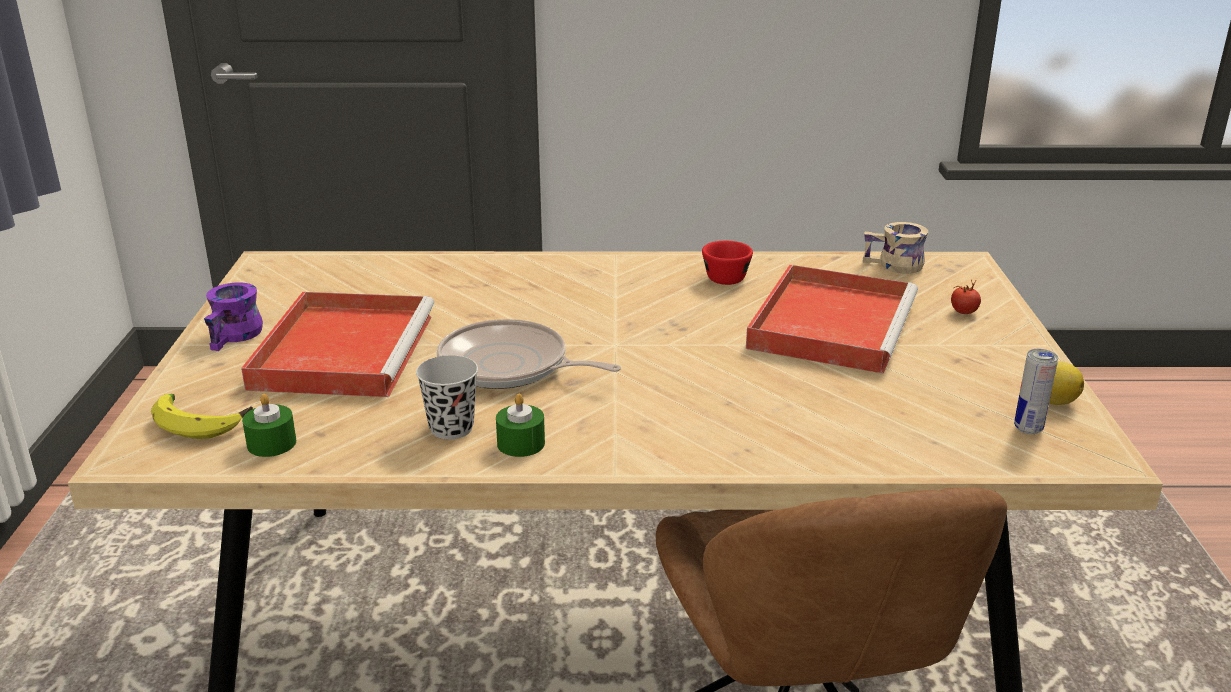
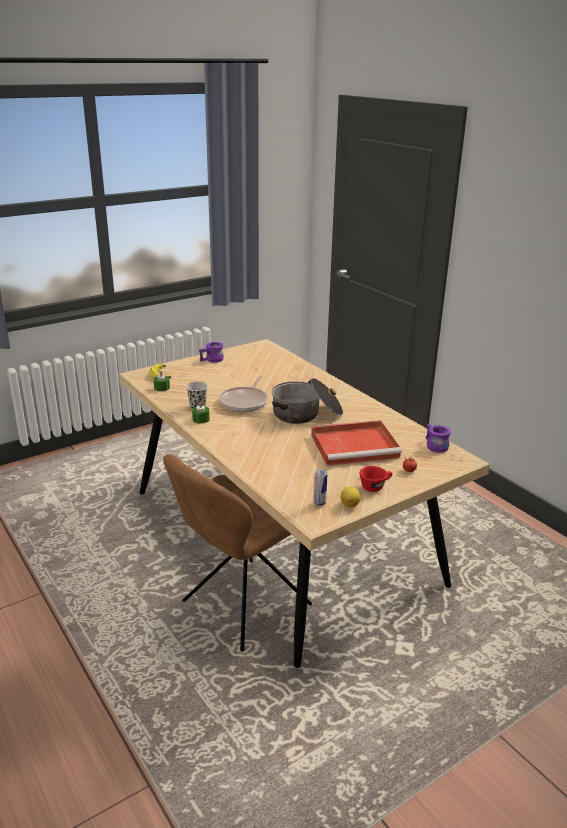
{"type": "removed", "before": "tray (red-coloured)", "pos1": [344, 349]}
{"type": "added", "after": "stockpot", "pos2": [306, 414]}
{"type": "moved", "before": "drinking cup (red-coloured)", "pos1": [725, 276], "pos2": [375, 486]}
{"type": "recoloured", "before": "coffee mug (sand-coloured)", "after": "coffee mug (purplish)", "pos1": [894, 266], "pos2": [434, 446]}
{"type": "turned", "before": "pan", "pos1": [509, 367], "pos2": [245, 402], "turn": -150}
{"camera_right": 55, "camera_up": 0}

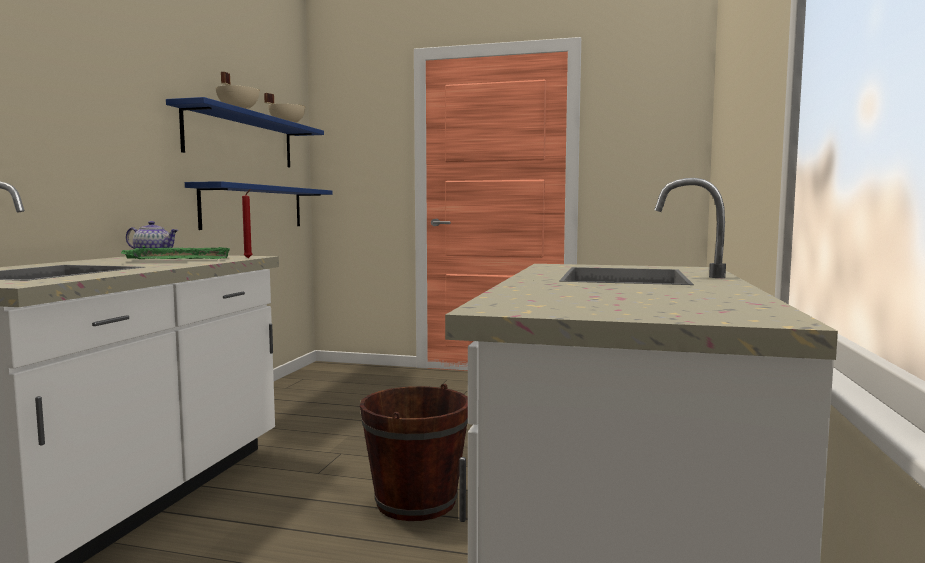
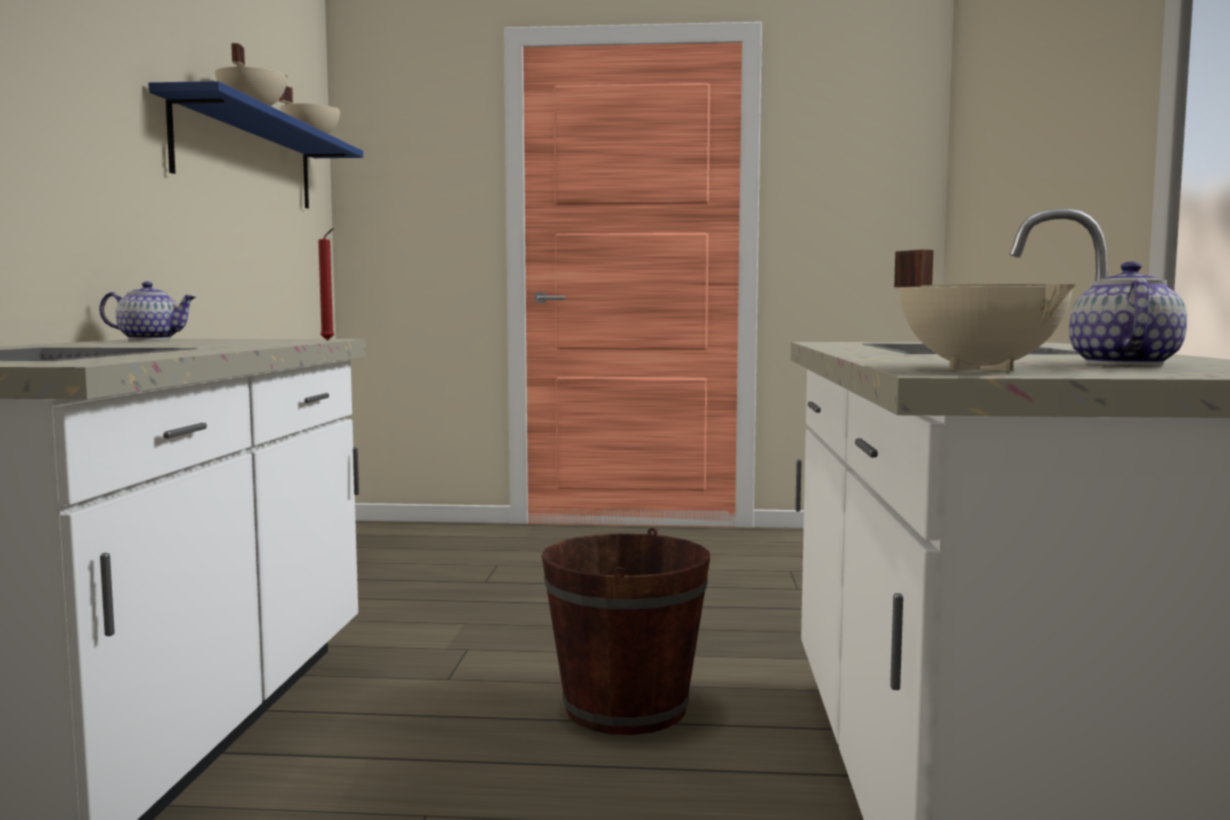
{"type": "removed", "before": "tray (greenish)", "pos1": [179, 259]}
{"type": "removed", "before": "wall shelf (bluish)", "pos1": [254, 207]}
{"type": "added", "after": "stockpot (sand-coloured)", "pos2": [981, 368]}
{"type": "added", "after": "pot for tea", "pos2": [1120, 364]}
{"camera_right": -10, "camera_up": 0}

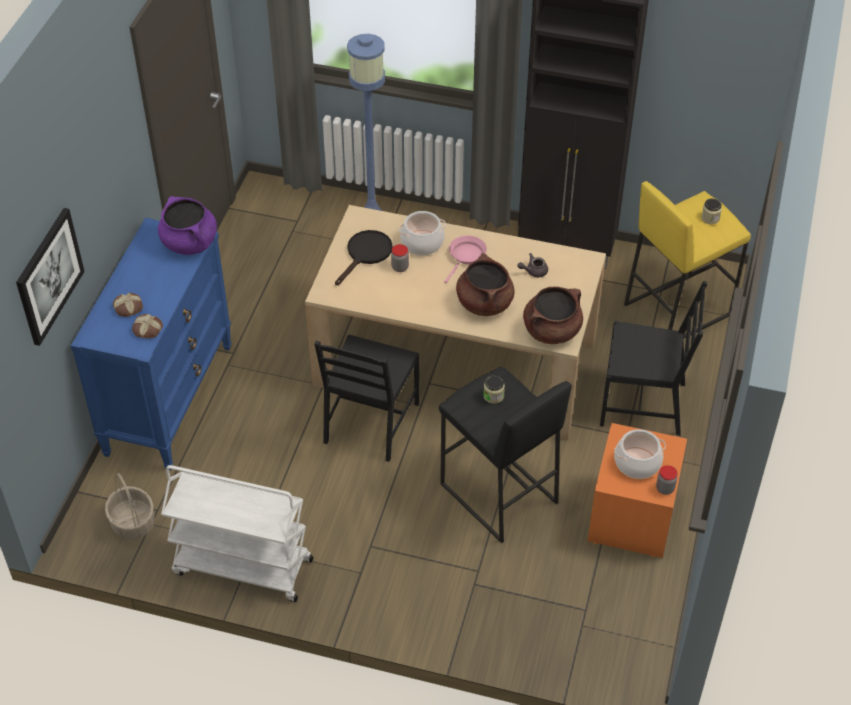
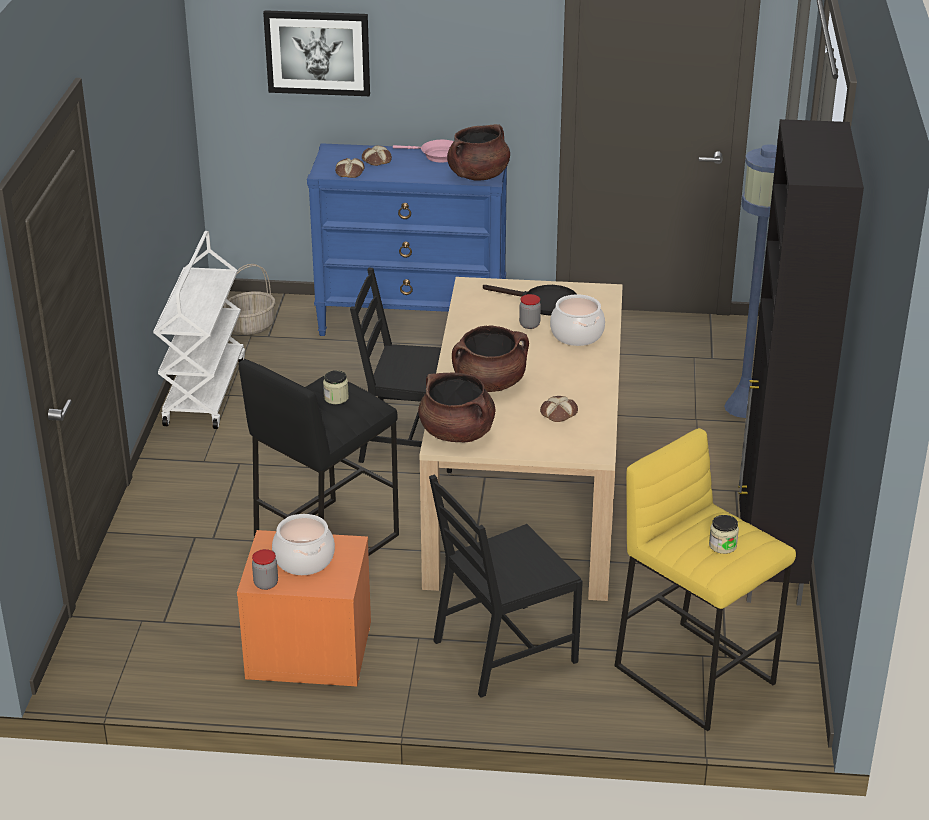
{"type": "moved", "before": "pan (pink)", "pos1": [466, 257], "pos2": [437, 155]}
{"type": "replaced", "before": "pot for tea (gray)", "after": "baked bread", "pos1": [533, 271], "pos2": [558, 413]}
{"type": "recoloured", "before": "stockpot (purplish)", "after": "stockpot (brown-coloured)", "pos1": [190, 243], "pos2": [478, 175]}
{"type": "turned", "before": "upright chair (blackish)", "pos1": [643, 403], "pos2": [503, 651], "turn": 60}
{"camera_right": 80, "camera_up": -15}

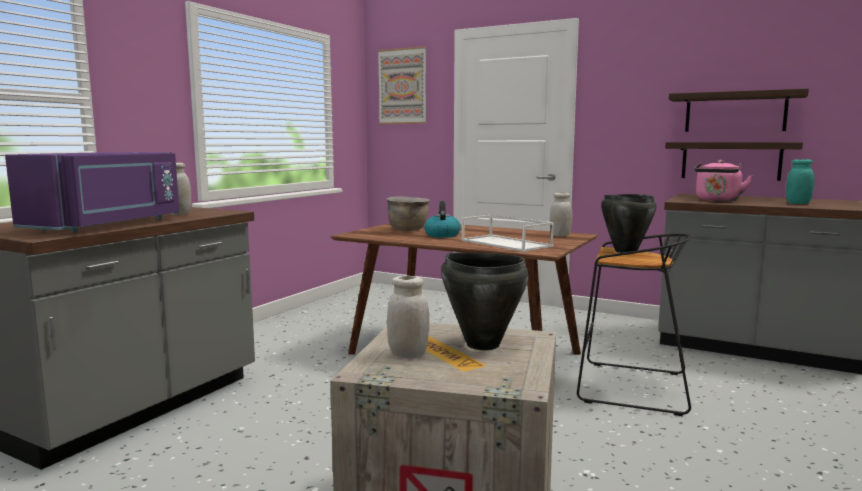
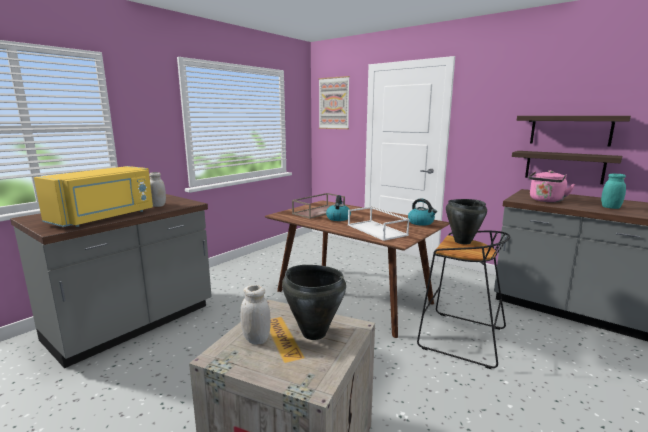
{"type": "replaced", "before": "stockpot (brown-coloured)", "after": "tray (brown-coloured)", "pos1": [408, 230], "pos2": [319, 211]}
{"type": "replaced", "before": "preserve jar (white)", "after": "water kettle", "pos1": [560, 235], "pos2": [421, 222]}
{"type": "recoloured", "before": "kitchen microwave (purplish)", "after": "kitchen microwave (yellow-coloured)", "pos1": [108, 225], "pos2": [105, 217]}
{"camera_right": 10, "camera_up": 5}

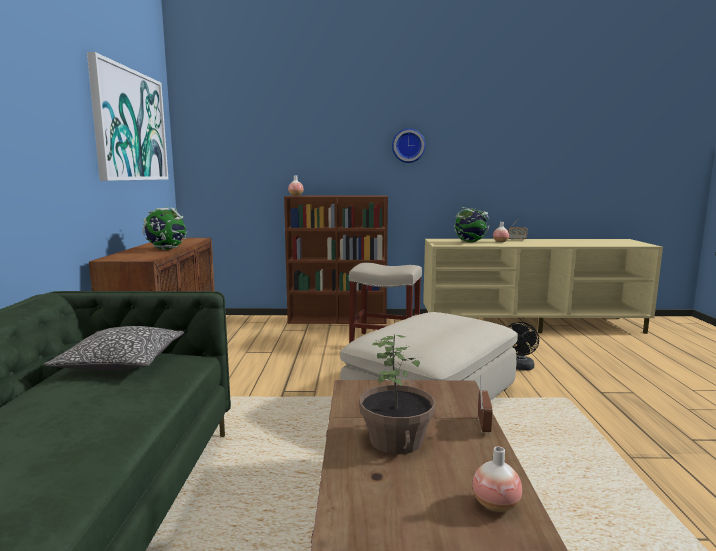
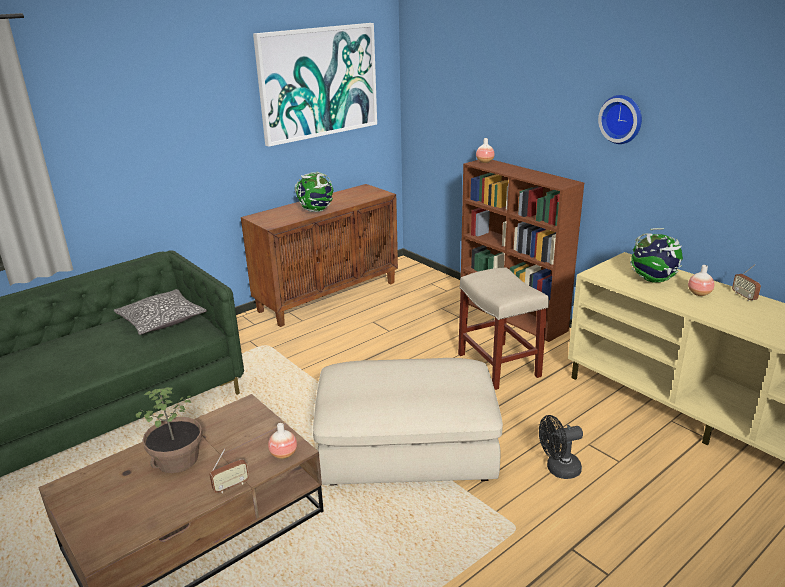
{"type": "moved", "before": "decorative vase", "pos1": [495, 505], "pos2": [283, 454]}
{"camera_right": 50, "camera_up": 15}

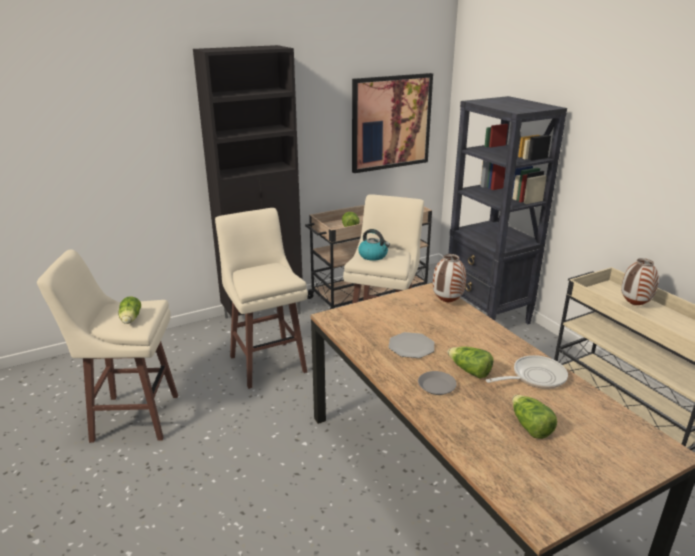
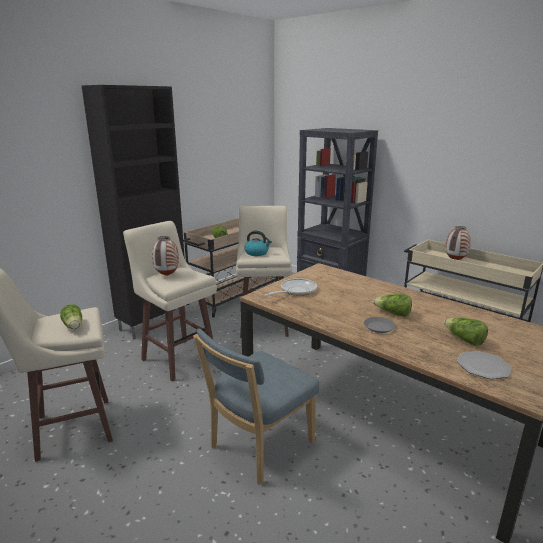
{"type": "removed", "before": "picture", "pos1": [391, 122]}
{"type": "added", "after": "upright chair (bluish)", "pos2": [258, 447]}
{"type": "moved", "before": "flat dish", "pos1": [411, 346], "pos2": [483, 366]}
{"type": "moved", "before": "decorative vase", "pos1": [447, 302], "pos2": [167, 275]}
{"type": "moved", "before": "pan", "pos1": [534, 377], "pos2": [295, 291]}
{"camera_right": -20, "camera_up": -5}

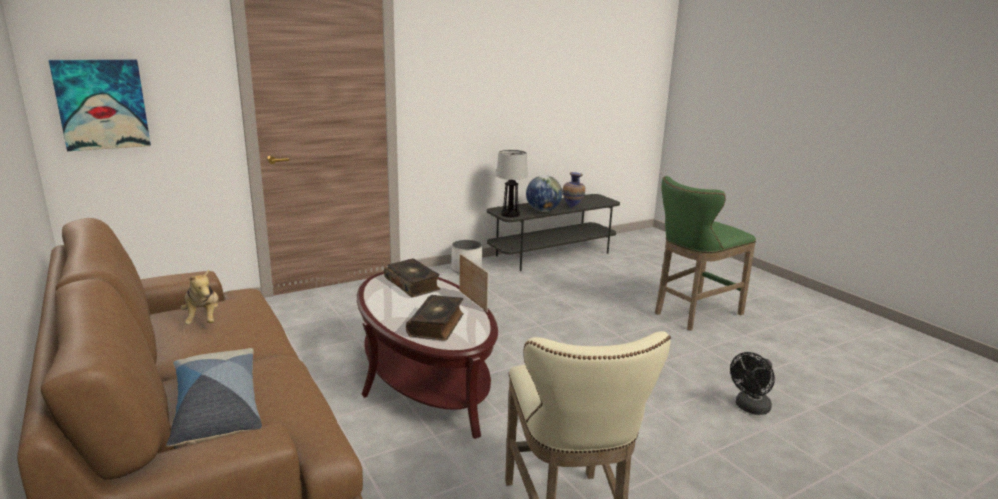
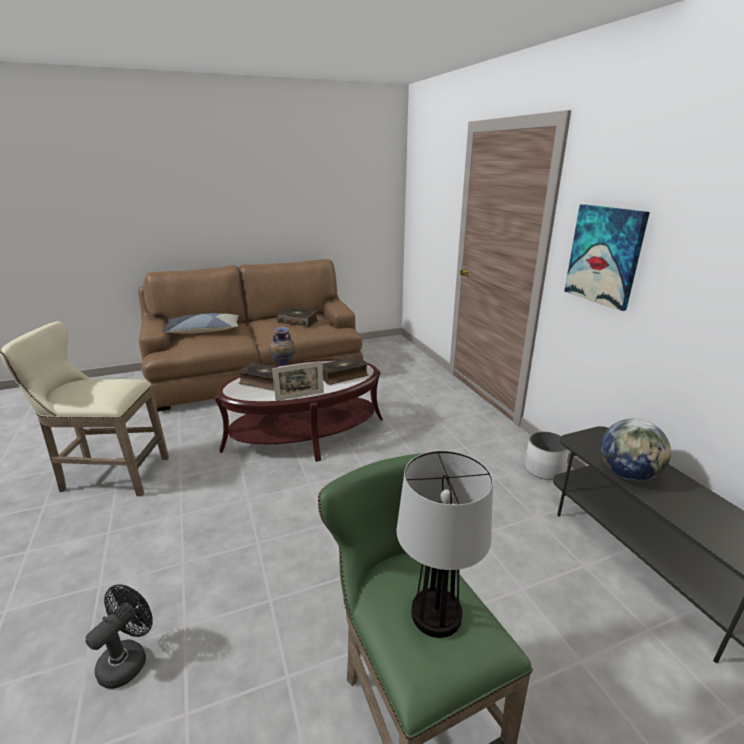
{"type": "moved", "before": "picture", "pos1": [102, 104], "pos2": [604, 255]}
{"type": "moved", "before": "table lamp", "pos1": [510, 215], "pos2": [435, 614]}
{"type": "moved", "before": "decorative vase", "pos1": [573, 207], "pos2": [283, 366]}
{"type": "replaced", "before": "plush toy", "after": "bound book", "pos1": [204, 319], "pos2": [298, 322]}
{"type": "turned", "before": "cooling fan (blackish)", "pos1": [750, 408], "pos2": [128, 659], "turn": 60}
{"camera_right": 100, "camera_up": 5}

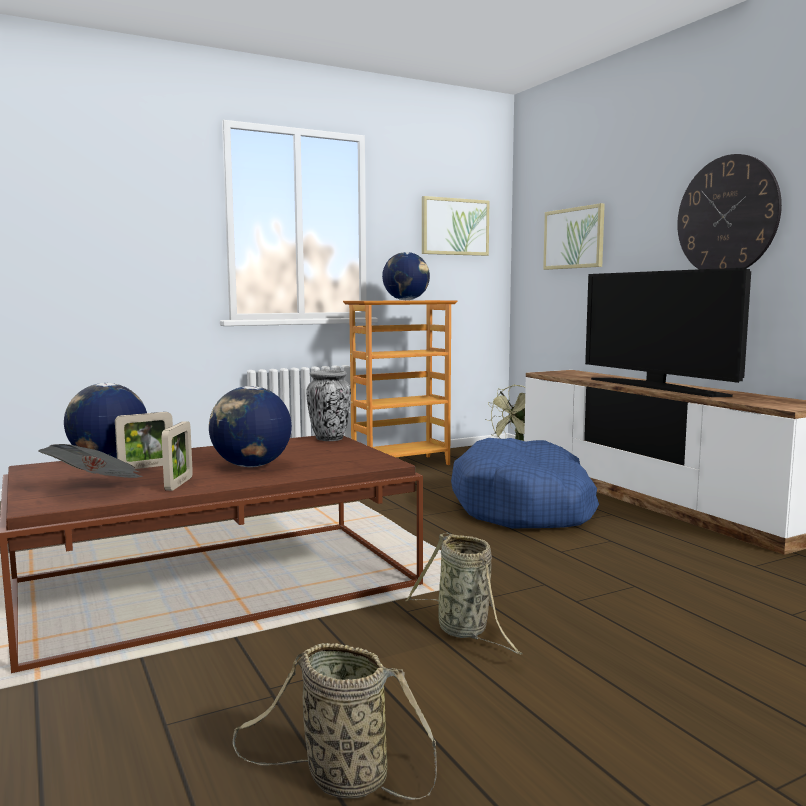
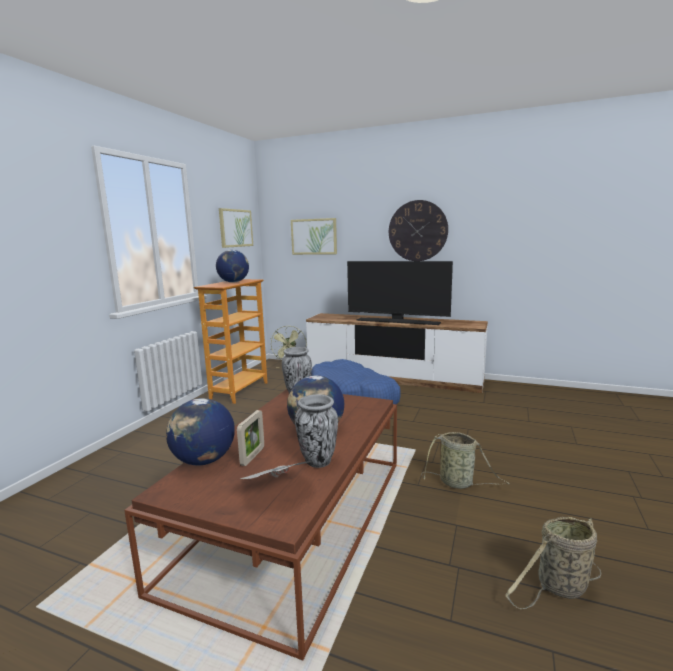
{"type": "replaced", "before": "picture frame", "after": "decorative vase", "pos1": [179, 484], "pos2": [317, 461]}
{"camera_right": -40, "camera_up": 5}

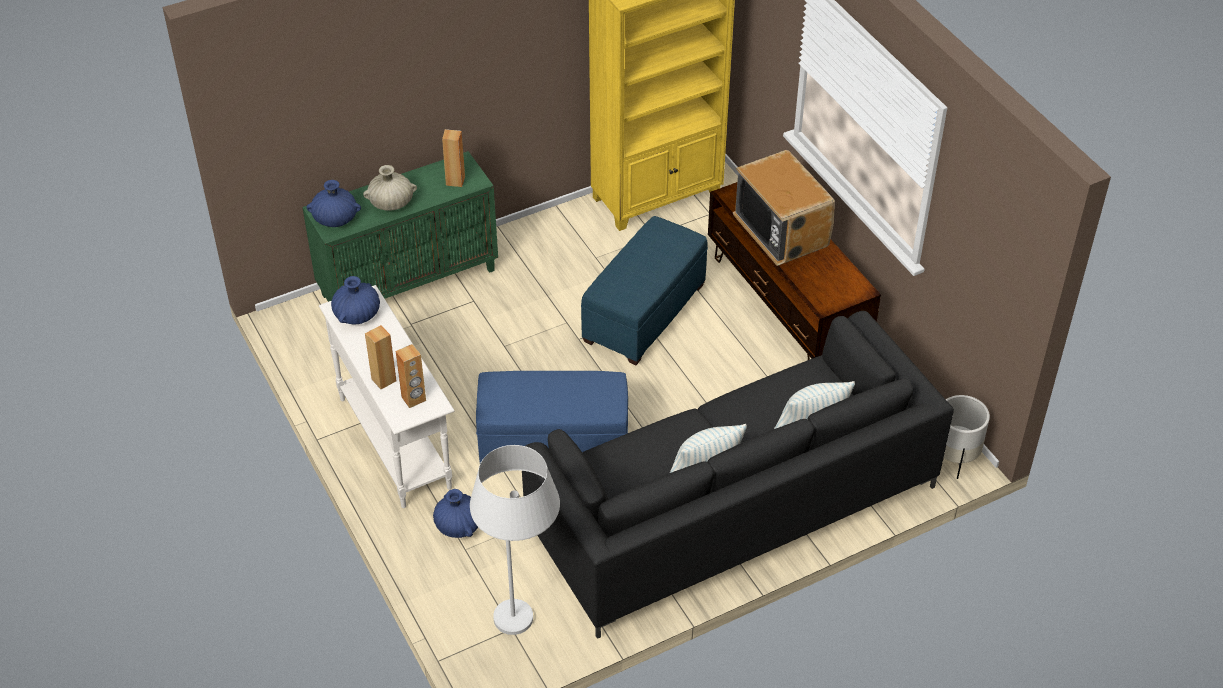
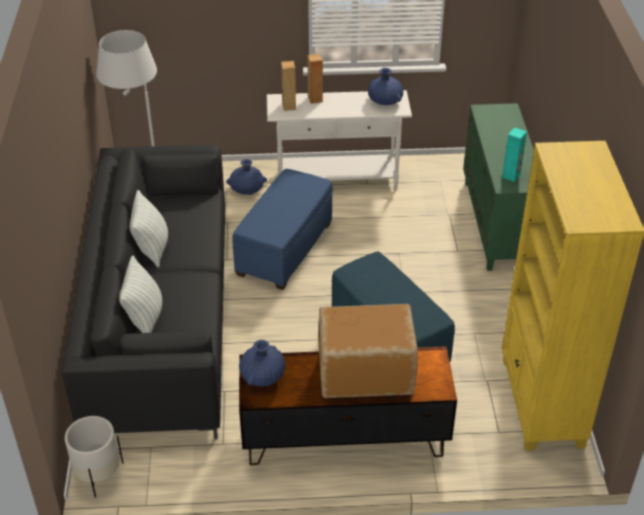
{"type": "removed", "before": "decorative vase (sand-coloured)", "pos1": [391, 203]}
{"type": "moved", "before": "decorative vase (bluish)", "pos1": [335, 219], "pos2": [263, 376]}
{"type": "recoloured", "before": "speaker (brown-coloured)", "after": "speaker (turquoise-coloured)", "pos1": [455, 181], "pos2": [511, 176]}
{"camera_right": 115, "camera_up": -5}

